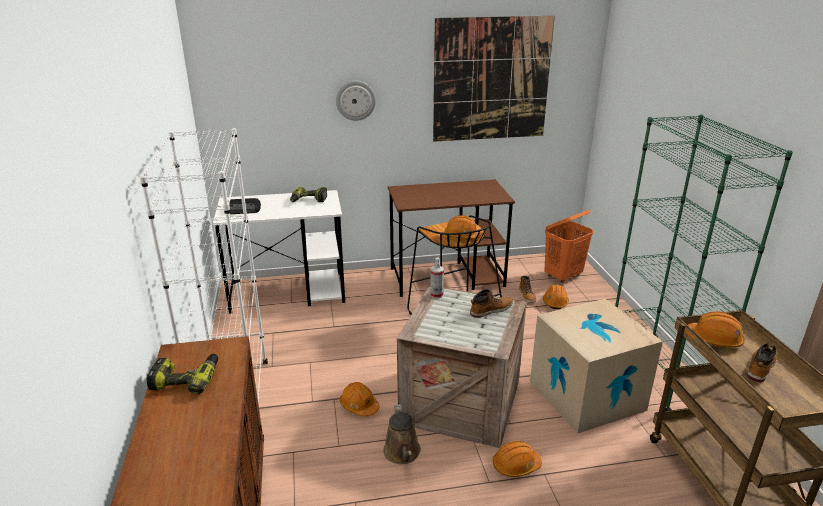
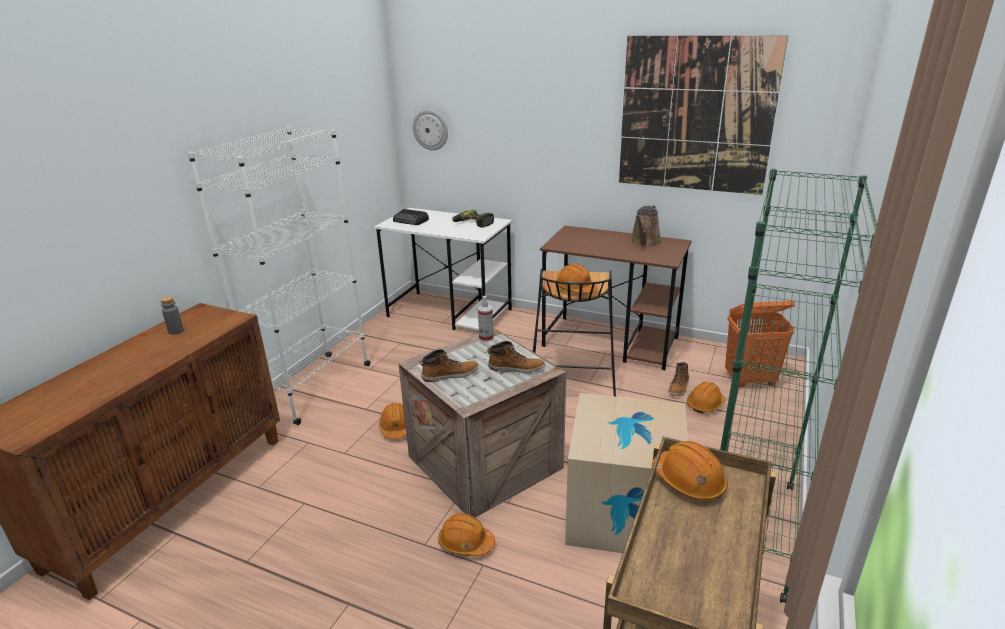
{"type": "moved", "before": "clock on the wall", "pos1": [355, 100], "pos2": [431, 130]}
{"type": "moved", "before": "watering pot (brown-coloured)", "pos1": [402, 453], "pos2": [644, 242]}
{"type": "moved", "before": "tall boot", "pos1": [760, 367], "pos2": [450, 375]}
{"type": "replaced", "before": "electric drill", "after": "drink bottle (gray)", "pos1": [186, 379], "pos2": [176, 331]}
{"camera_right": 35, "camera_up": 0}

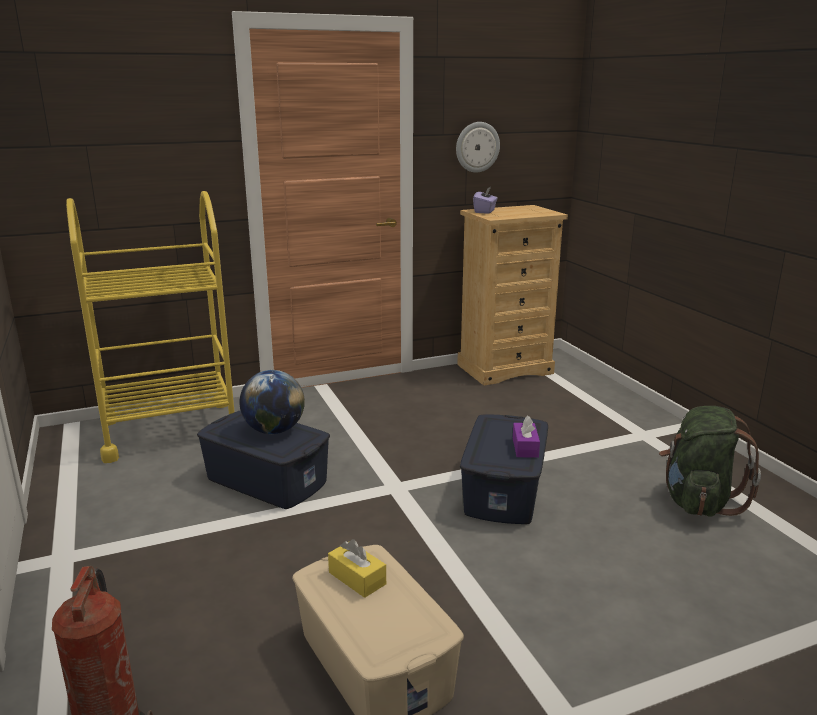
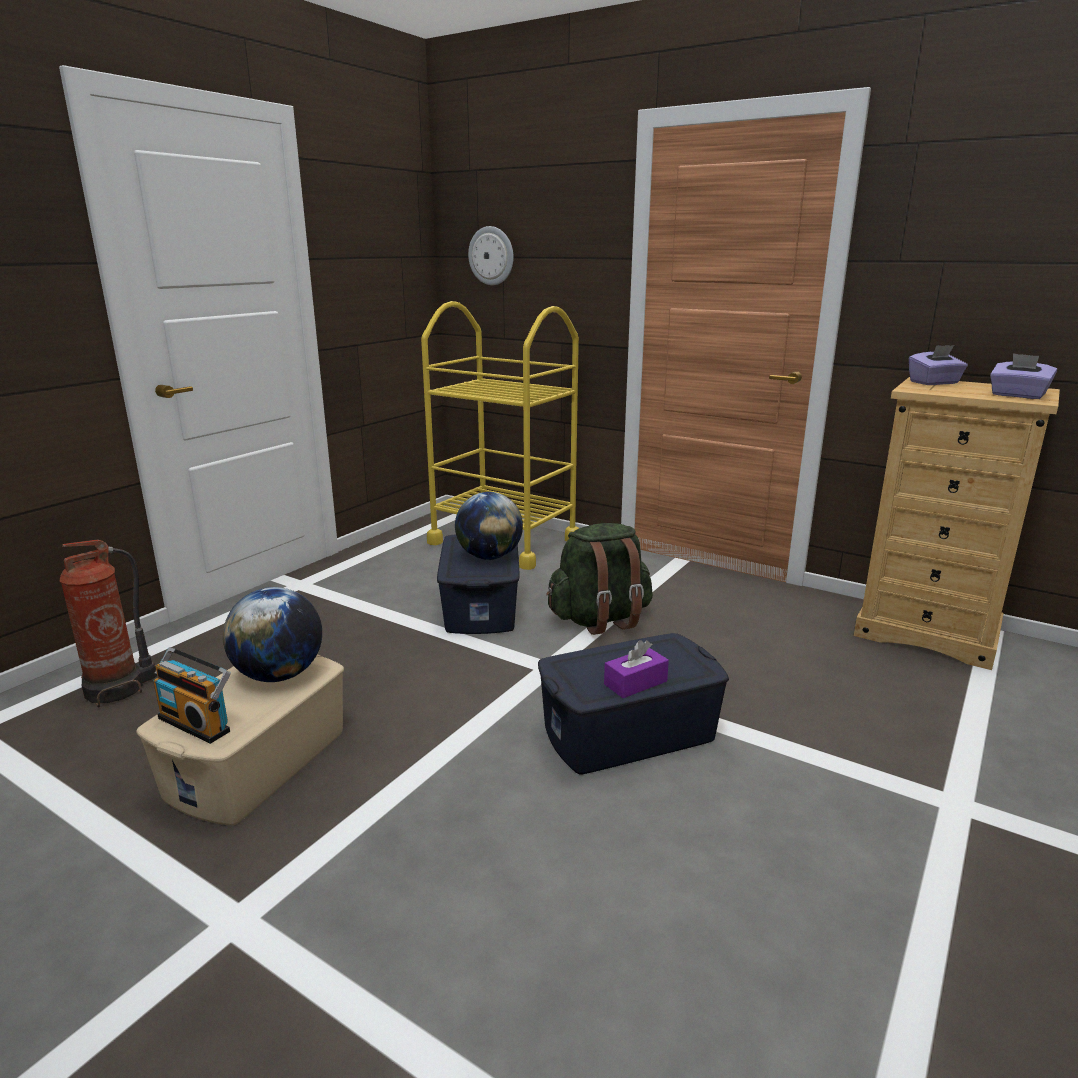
{"type": "added", "after": "radio set", "pos2": [198, 723]}
{"type": "added", "after": "tissue holder (purplish)", "pos2": [1017, 395]}
{"type": "moved", "before": "clock on the wall", "pos1": [477, 147], "pos2": [491, 256]}
{"type": "moved", "before": "rucksack (greenish)", "pos1": [698, 501], "pos2": [600, 619]}
{"type": "replaced", "before": "tissue holder (yellow-coloured)", "after": "world globe", "pos1": [357, 578], "pos2": [279, 675]}
{"camera_right": 55, "camera_up": 0}

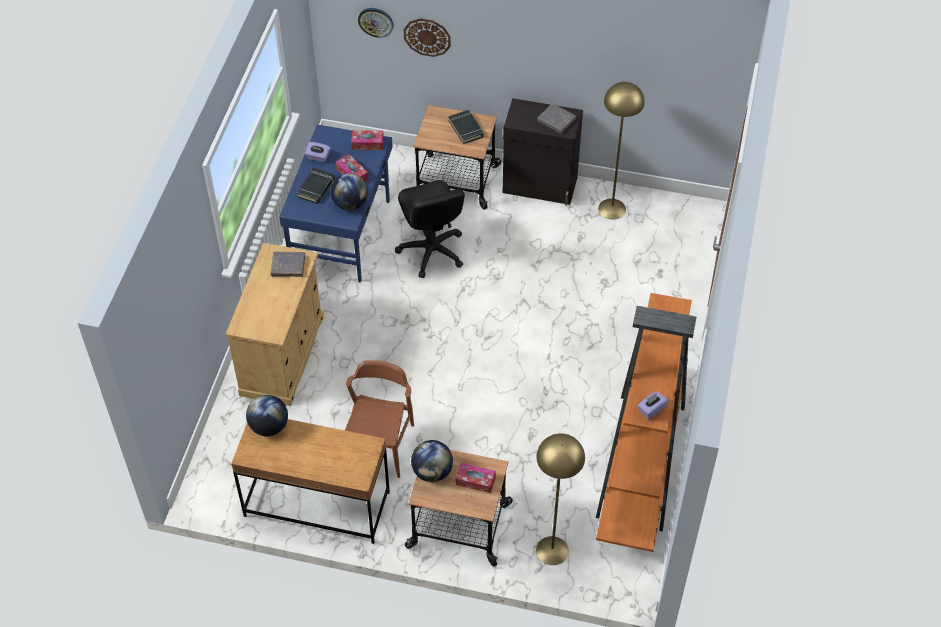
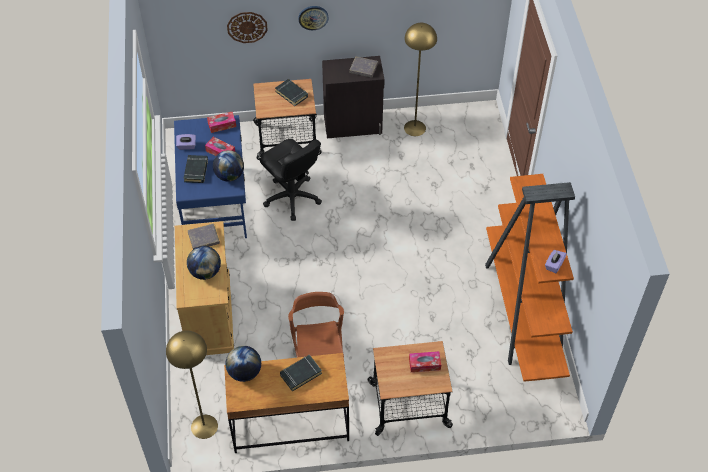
{"type": "added", "after": "bound book (blackish)", "pos2": [300, 374]}
{"type": "moved", "before": "clock on the wall", "pos1": [376, 21], "pos2": [313, 17]}
{"type": "moved", "before": "world globe", "pos1": [432, 471], "pos2": [205, 272]}
{"type": "moved", "before": "standard lamp (yellow-coloured)", "pos1": [552, 550], "pos2": [204, 426]}
{"camera_right": -20, "camera_up": 0}

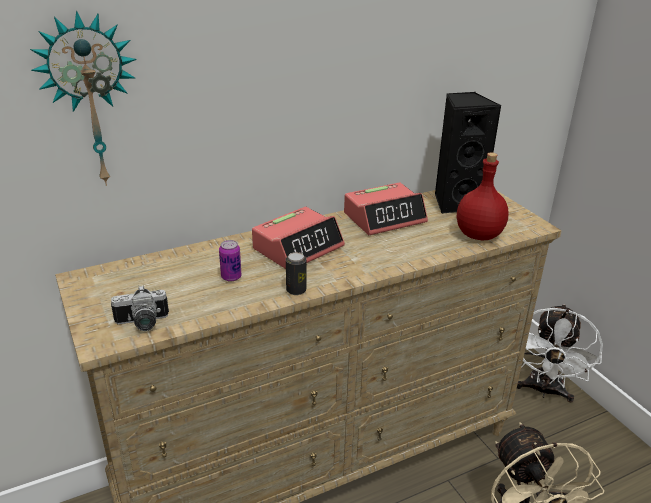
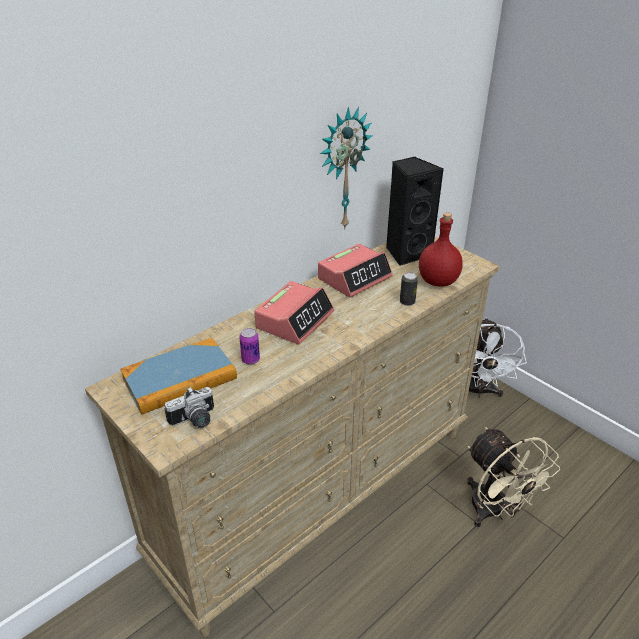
{"type": "added", "after": "bound book", "pos2": [180, 379]}
{"type": "moved", "before": "clock on the wall", "pos1": [90, 101], "pos2": [342, 170]}
{"type": "moved", "before": "can", "pos1": [296, 290], "pos2": [407, 302]}
{"camera_right": -15, "camera_up": 5}

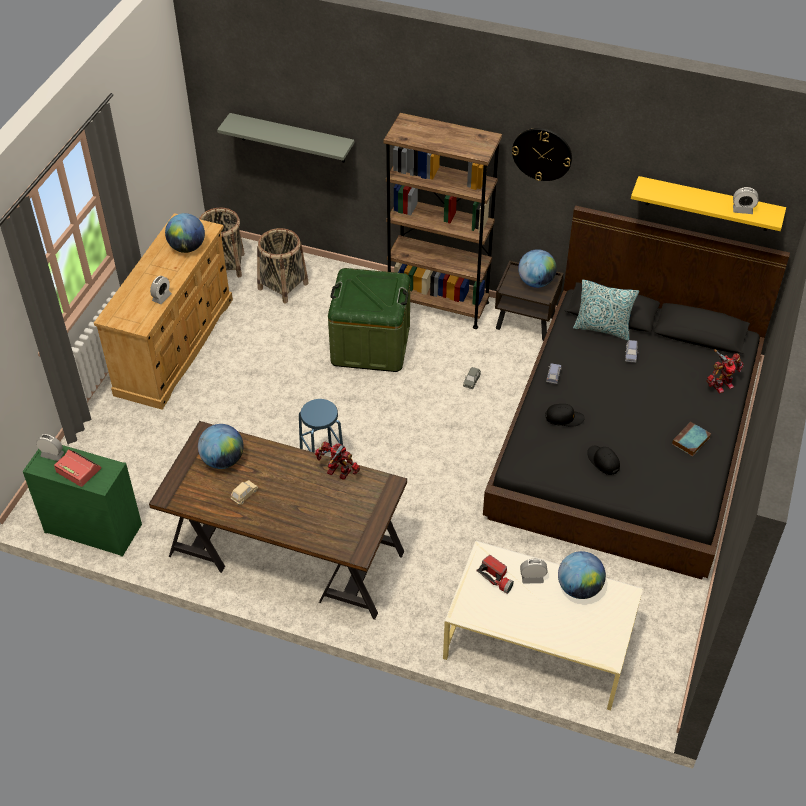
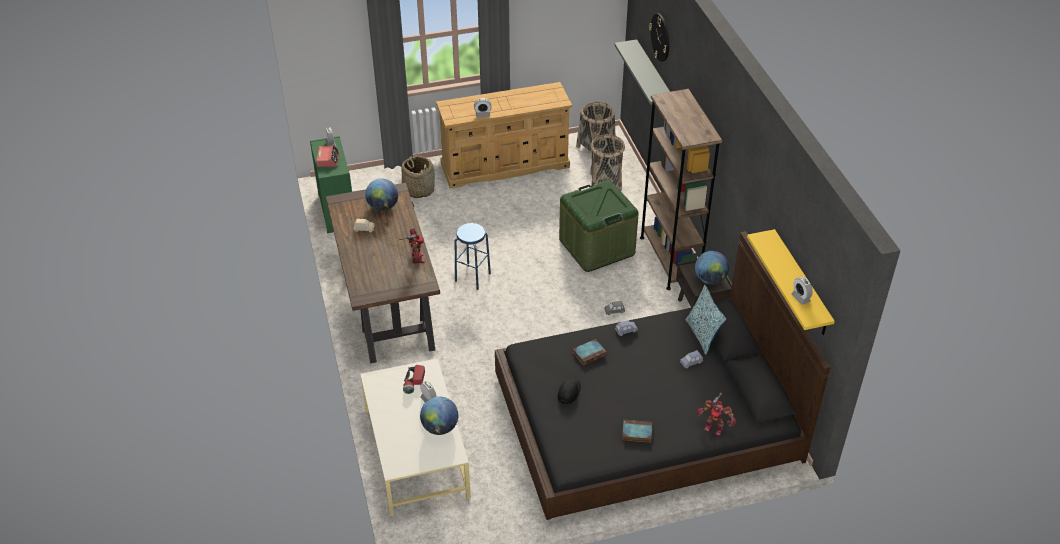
{"type": "removed", "before": "world globe", "pos1": [187, 247]}
{"type": "added", "after": "household basket", "pos2": [418, 189]}
{"type": "moved", "before": "clock on the wall", "pos1": [542, 154], "pos2": [660, 37]}
{"type": "replaced", "before": "baseball cap (blackish)", "after": "bound book", "pos1": [564, 418], "pos2": [589, 353]}
{"camera_right": 55, "camera_up": -5}

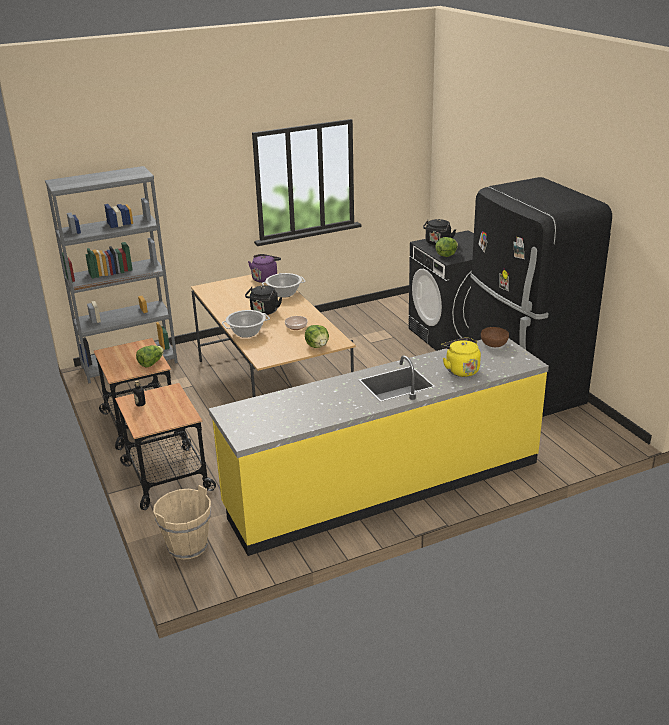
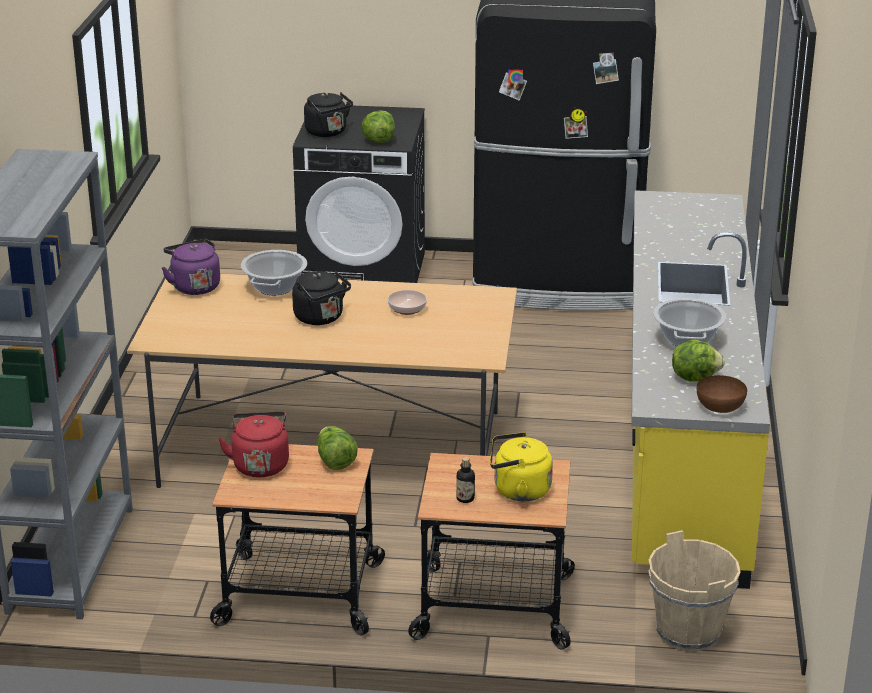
{"type": "added", "after": "water kettle (red-coloured)", "pos2": [260, 464]}
{"type": "moved", "before": "stockpot", "pos1": [247, 332], "pos2": [687, 339]}
{"type": "moved", "before": "lettuce head", "pos1": [317, 346], "pos2": [694, 377]}
{"type": "moved", "before": "water kettle (yellow-coloured)", "pos1": [460, 370], "pos2": [518, 490]}
{"type": "moved", "before": "serving bowl (brown-coloured)", "pos1": [493, 344], "pos2": [719, 407]}
{"camera_right": -60, "camera_up": 0}

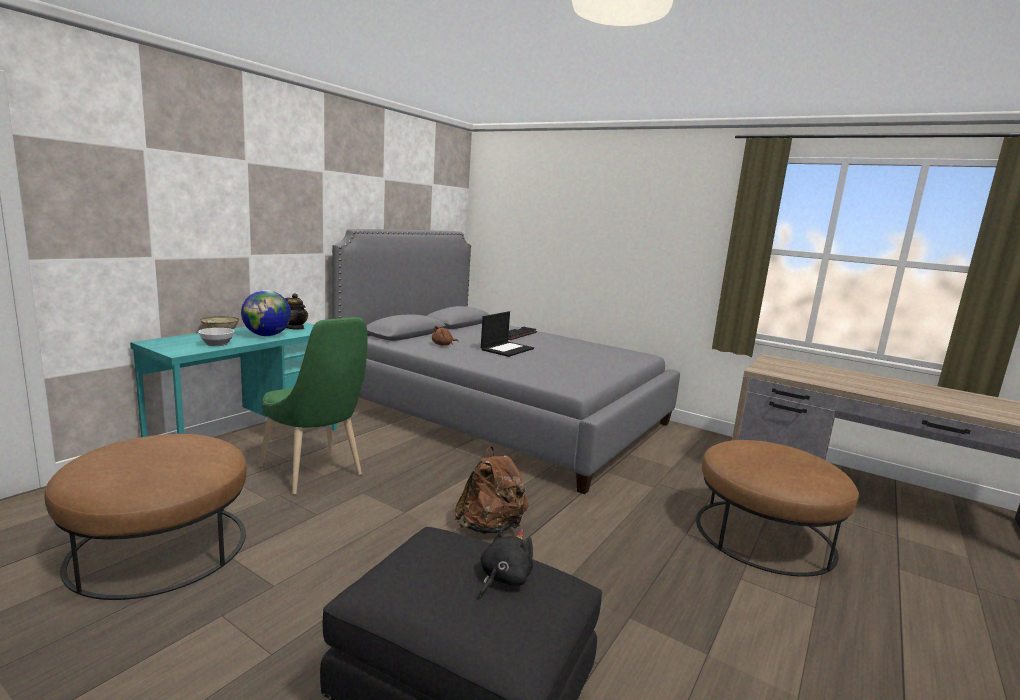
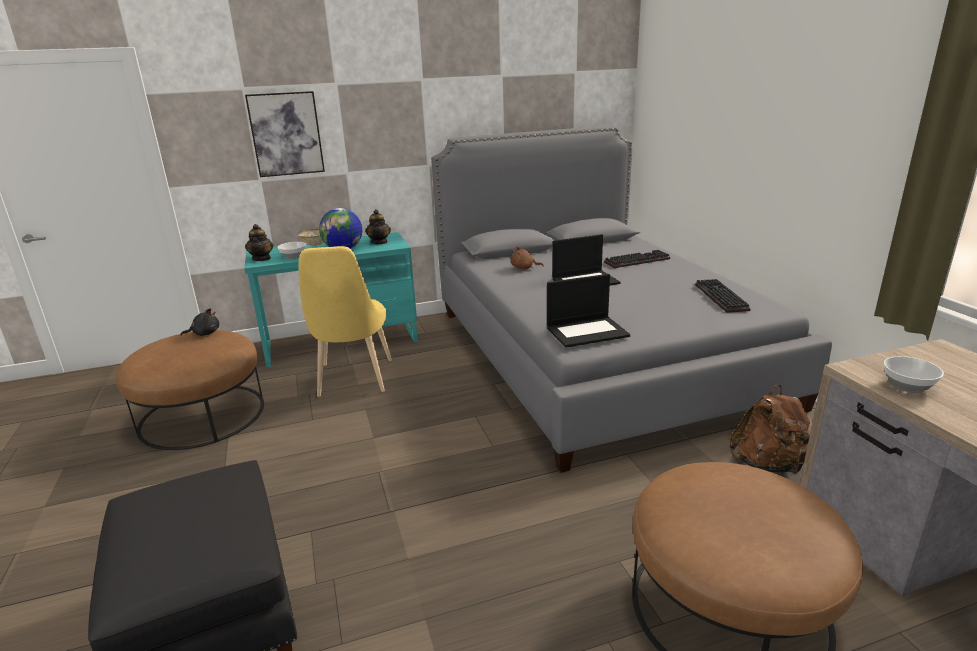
{"type": "added", "after": "picture", "pos2": [286, 134]}
{"type": "added", "after": "pot for tea", "pos2": [262, 258]}
{"type": "added", "after": "laptop", "pos2": [587, 331]}
{"type": "added", "after": "keyboard", "pos2": [719, 297]}
{"type": "added", "after": "serving bowl", "pos2": [908, 386]}
{"type": "moved", "before": "rucksack (brown-coloured)", "pos1": [490, 527], "pos2": [768, 465]}
{"type": "moved", "before": "plush toy (blackish)", "pos1": [503, 578], "pos2": [205, 333]}
{"type": "recoloured", "before": "upright chair (greenish)", "after": "upright chair (yellow-coloured)", "pos1": [315, 473], "pos2": [353, 381]}
{"camera_right": 40, "camera_up": 10}

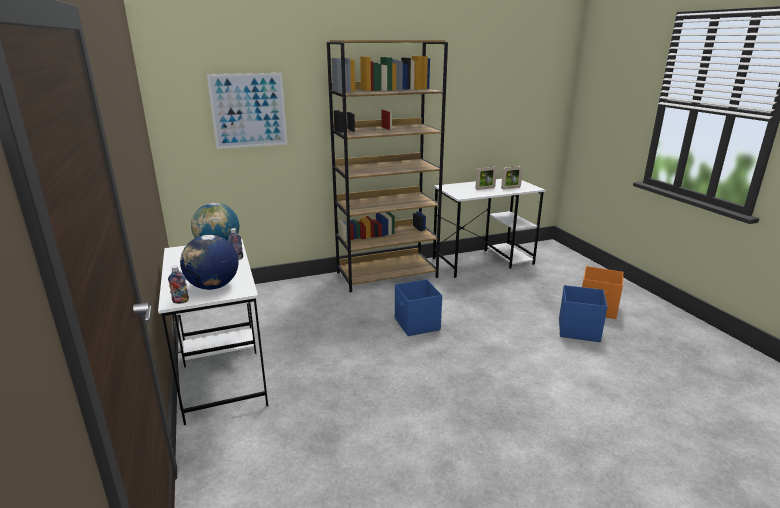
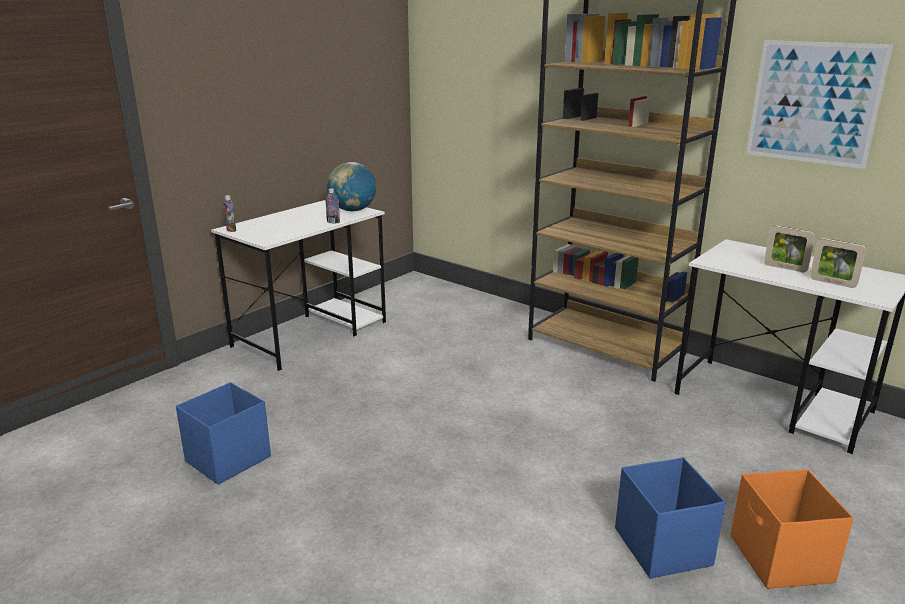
{"type": "removed", "before": "world globe", "pos1": [213, 286]}
{"type": "moved", "before": "picture", "pos1": [248, 110], "pos2": [814, 103]}
{"type": "moved", "before": "storage box (bluish)", "pos1": [417, 324], "pos2": [227, 459]}
{"camera_right": 60, "camera_up": 0}

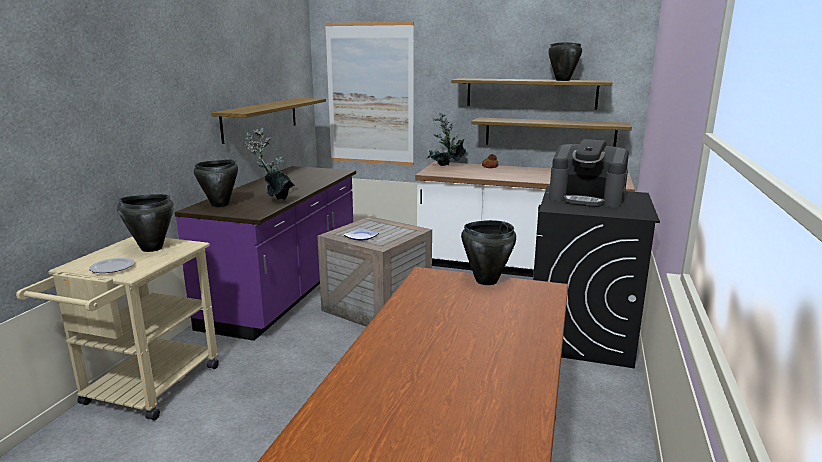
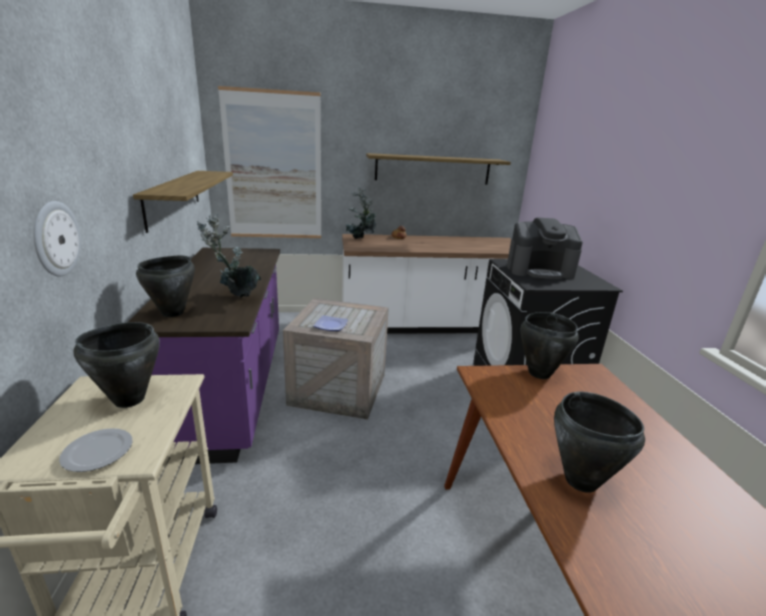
{"type": "removed", "before": "wall shelf", "pos1": [549, 133]}
{"type": "added", "after": "clock on the wall", "pos2": [55, 239]}
{"type": "moved", "before": "stockpot (blackish)", "pos1": [562, 80], "pos2": [580, 481]}
{"camera_right": -25, "camera_up": 5}

